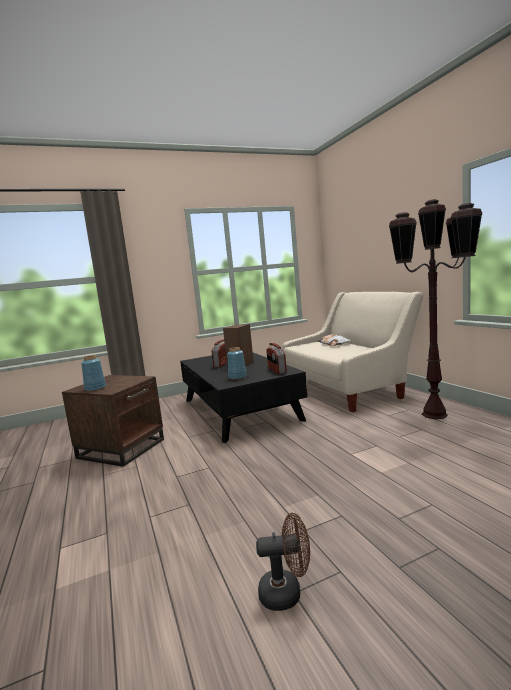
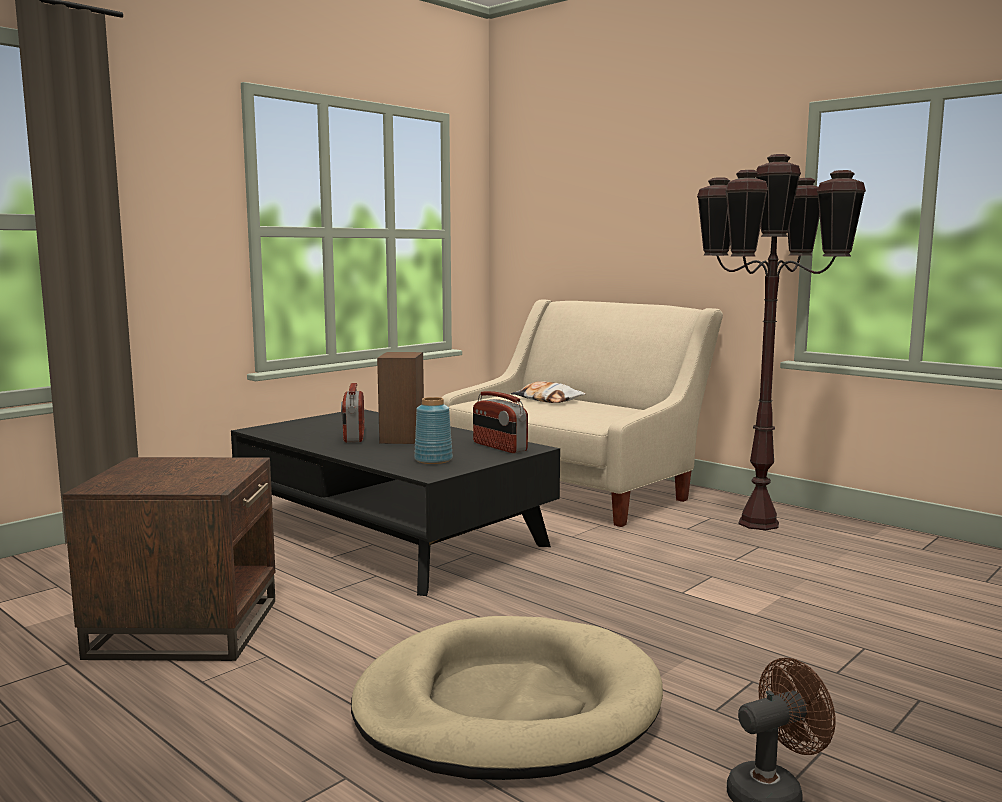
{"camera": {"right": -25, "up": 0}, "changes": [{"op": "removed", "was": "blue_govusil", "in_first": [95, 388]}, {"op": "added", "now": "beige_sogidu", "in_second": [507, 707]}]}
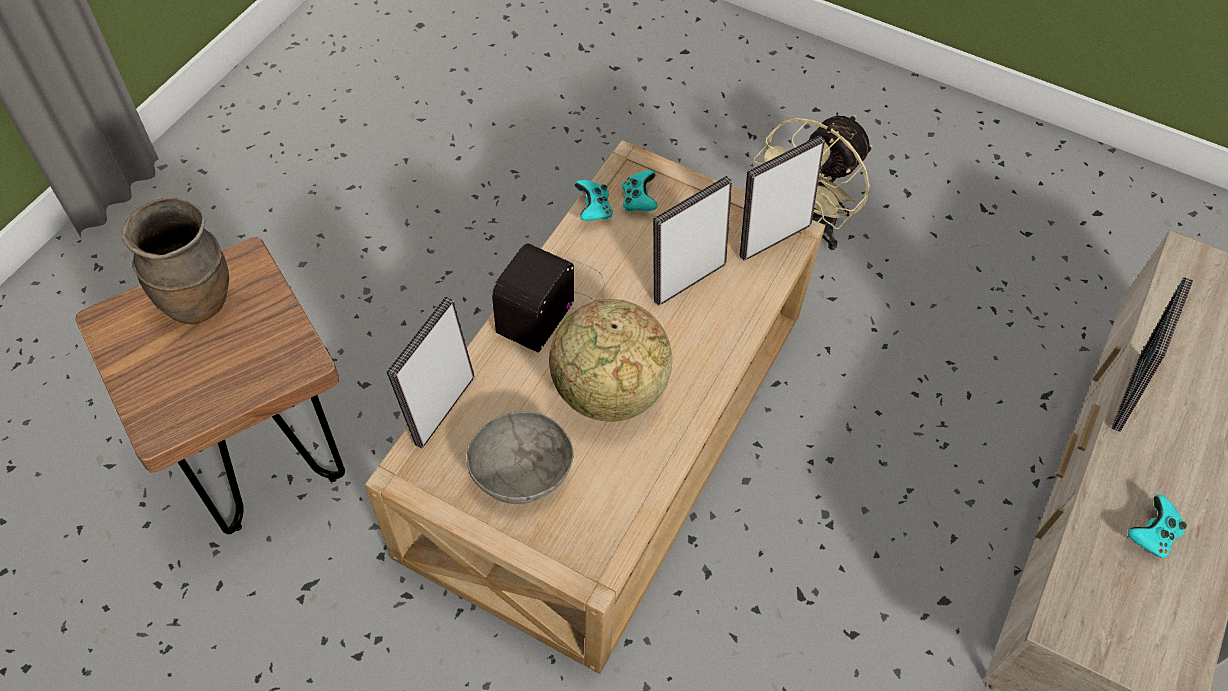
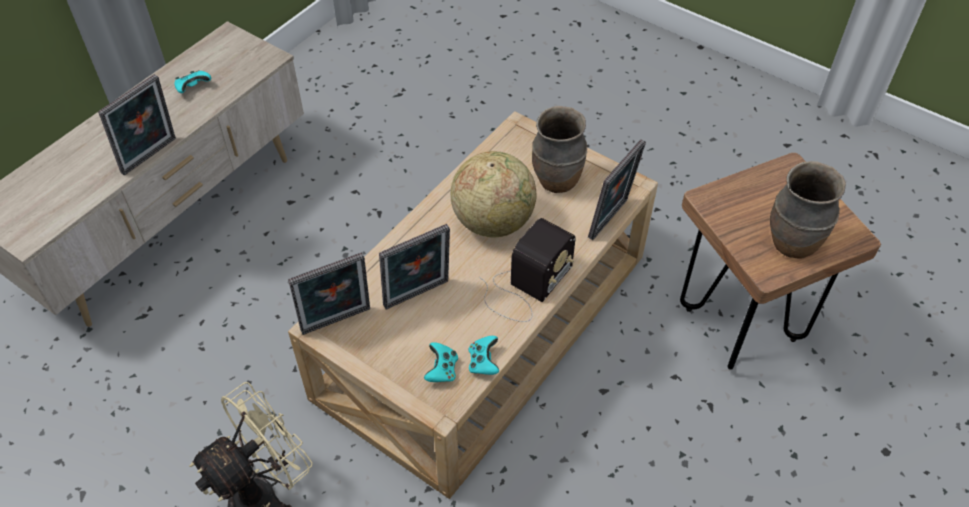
{"camera": {"right": -170, "up": -5}, "changes": [{"op": "replaced", "was": "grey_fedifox", "now": "brown_govusil", "in_first": [522, 471], "in_second": [556, 181]}]}
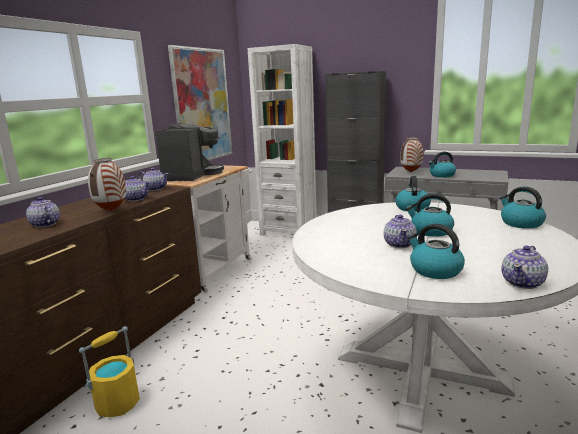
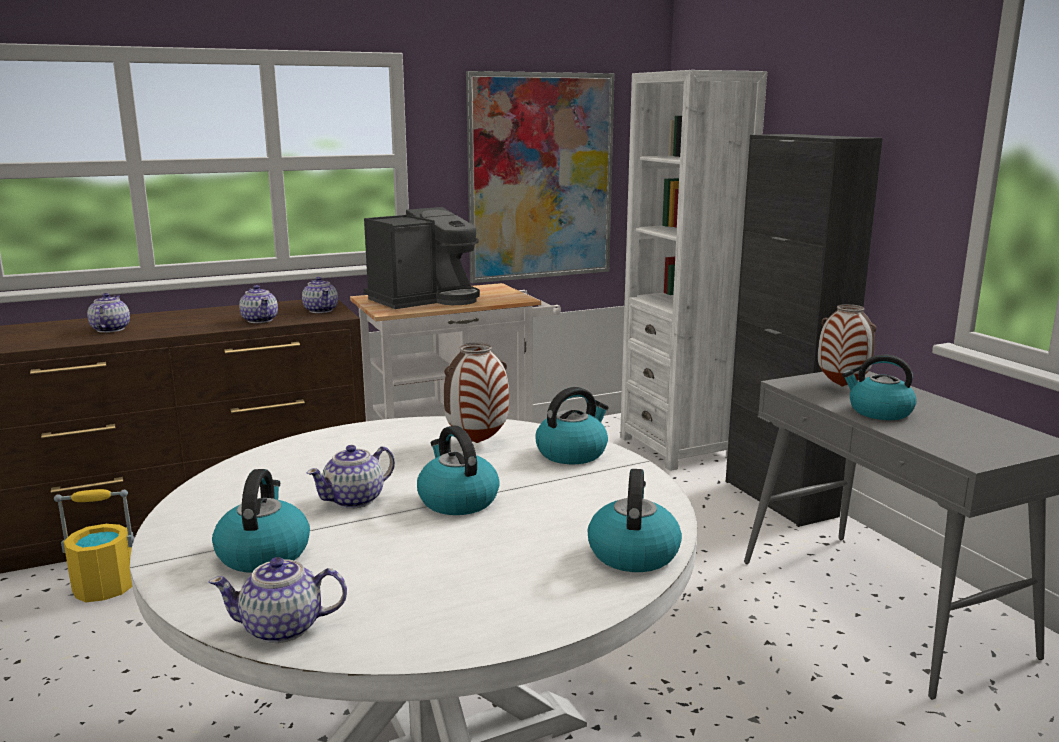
{"camera": {"right": 40, "up": 0}, "changes": [{"op": "moved", "was": "govusil", "in_first": [111, 211], "in_second": [477, 442]}]}
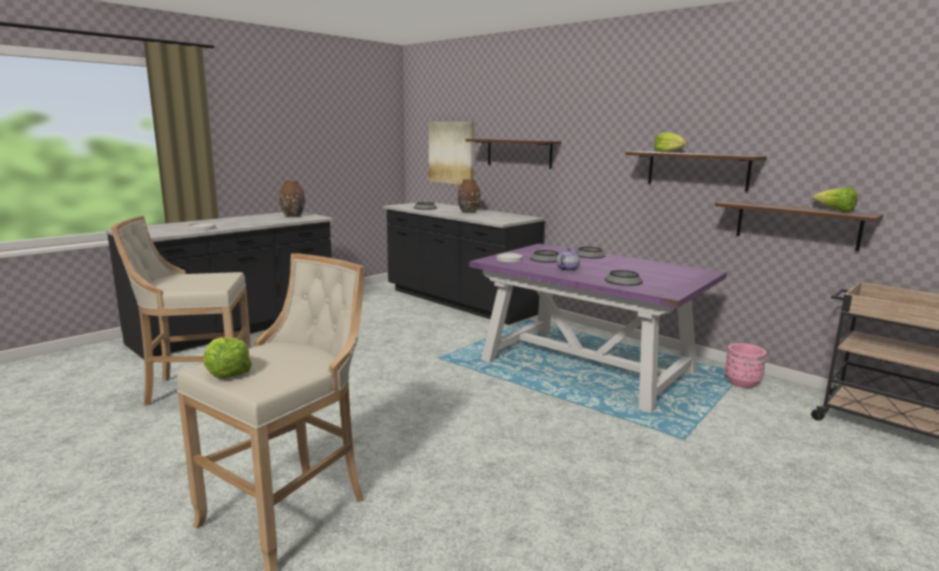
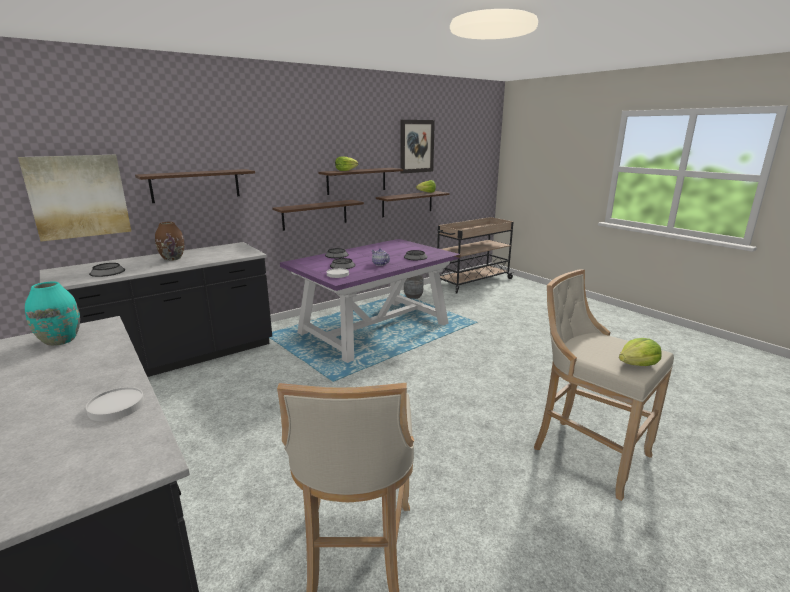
{"camera": {"right": -80, "up": 5}, "changes": [{"op": "added", "now": "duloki", "in_second": [315, 214]}, {"op": "added", "now": "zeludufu", "in_second": [416, 146]}, {"op": "recoloured", "was": "brown_govusil", "now": "turquoise_govusil", "in_first": [293, 216], "in_second": [60, 340]}, {"op": "recoloured", "was": "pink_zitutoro", "now": "grey_zitutoro", "in_first": [742, 383], "in_second": [413, 296]}]}
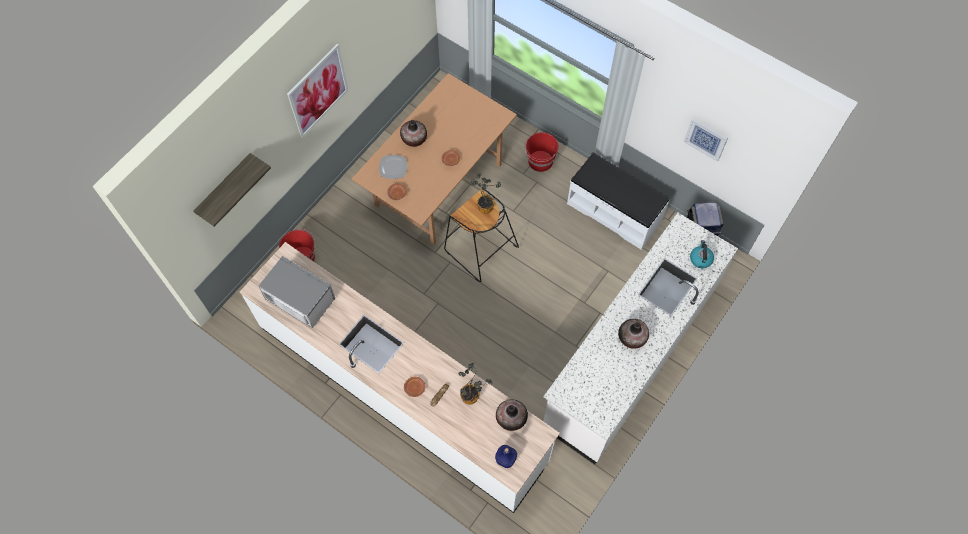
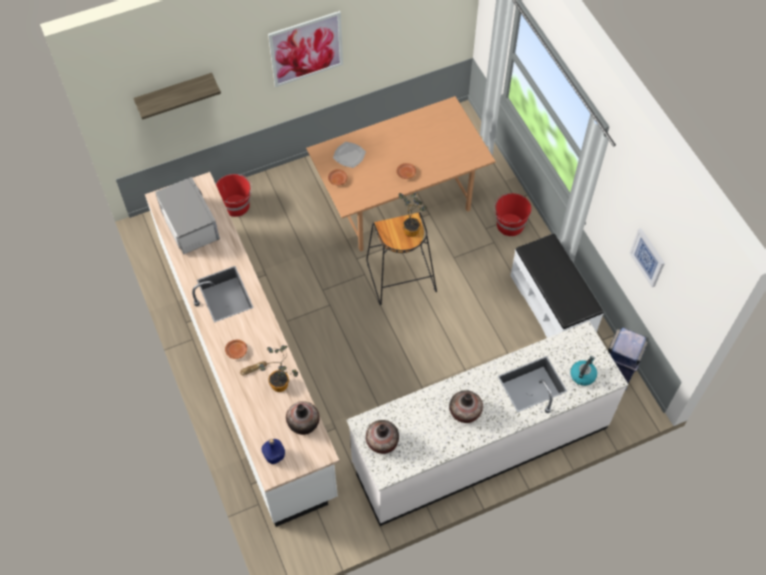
{"camera": {"right": 30, "up": -5}, "changes": [{"op": "moved", "was": "govusil", "in_first": [414, 139], "in_second": [382, 442]}]}
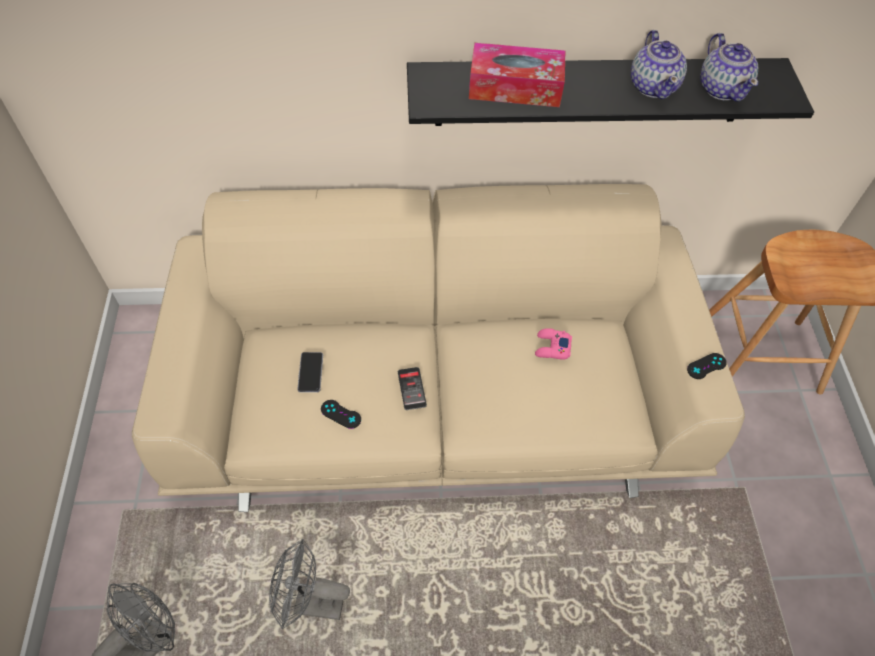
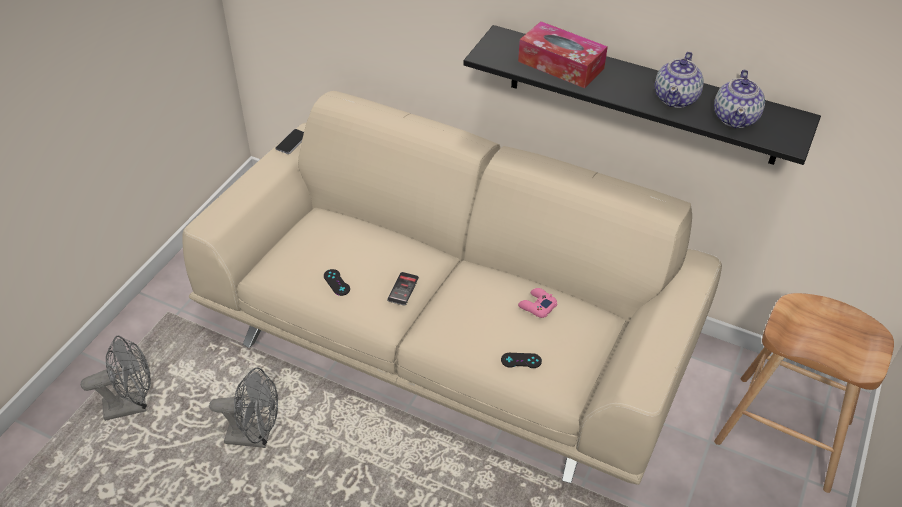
{"camera": {"right": 30, "up": -10}, "changes": [{"op": "moved", "was": "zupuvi", "in_first": [310, 372], "in_second": [292, 142]}, {"op": "moved", "was": "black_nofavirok", "in_first": [706, 366], "in_second": [521, 360]}, {"op": "turned", "was": "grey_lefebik", "in_first": [311, 603], "in_second": [256, 436], "clockwise": 150}]}
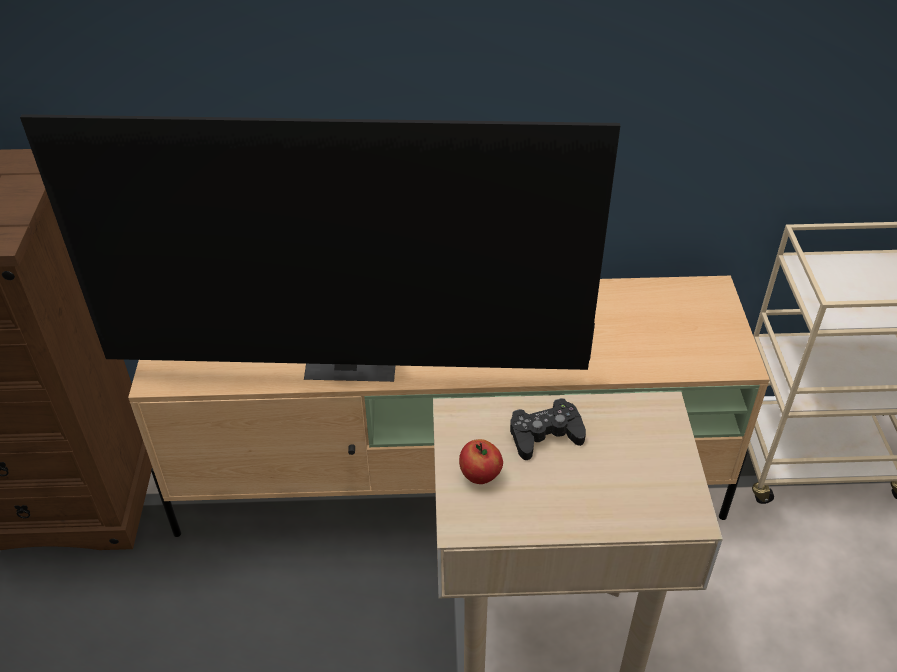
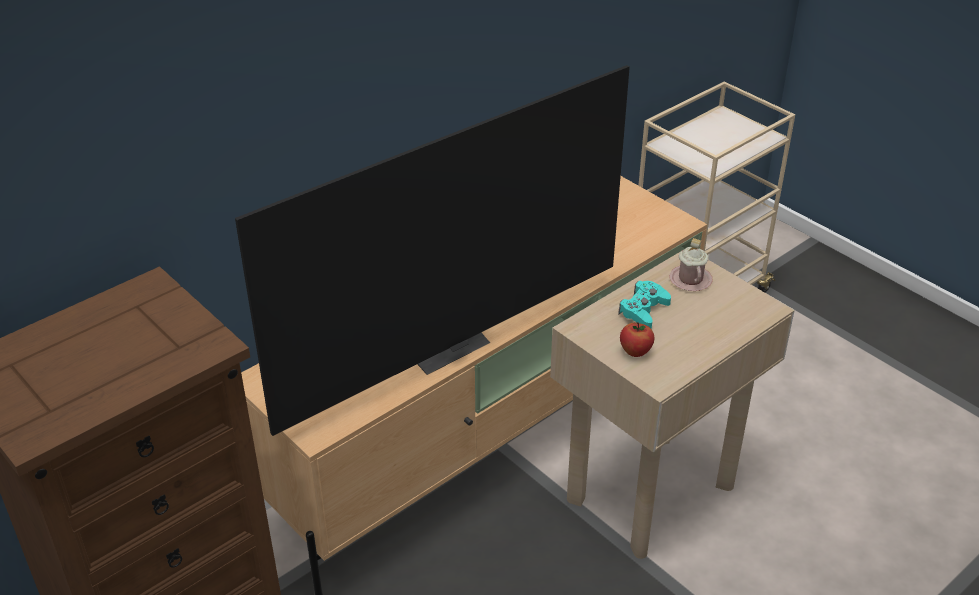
{"camera": {"right": -40, "up": -5}, "changes": [{"op": "added", "now": "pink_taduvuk", "in_second": [690, 280]}, {"op": "recoloured", "was": "black_nofavirok", "now": "turquoise_nofavirok", "in_first": [545, 435], "in_second": [643, 310]}]}
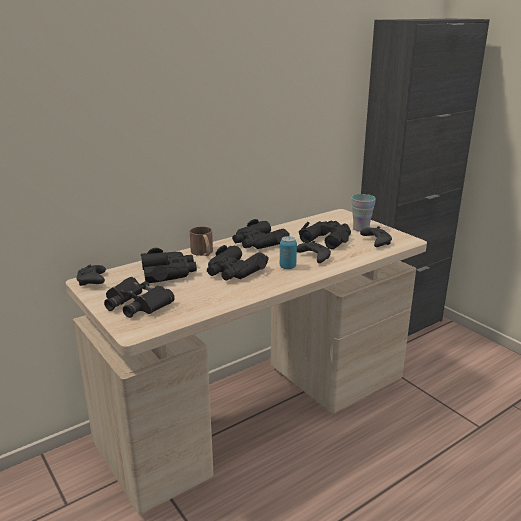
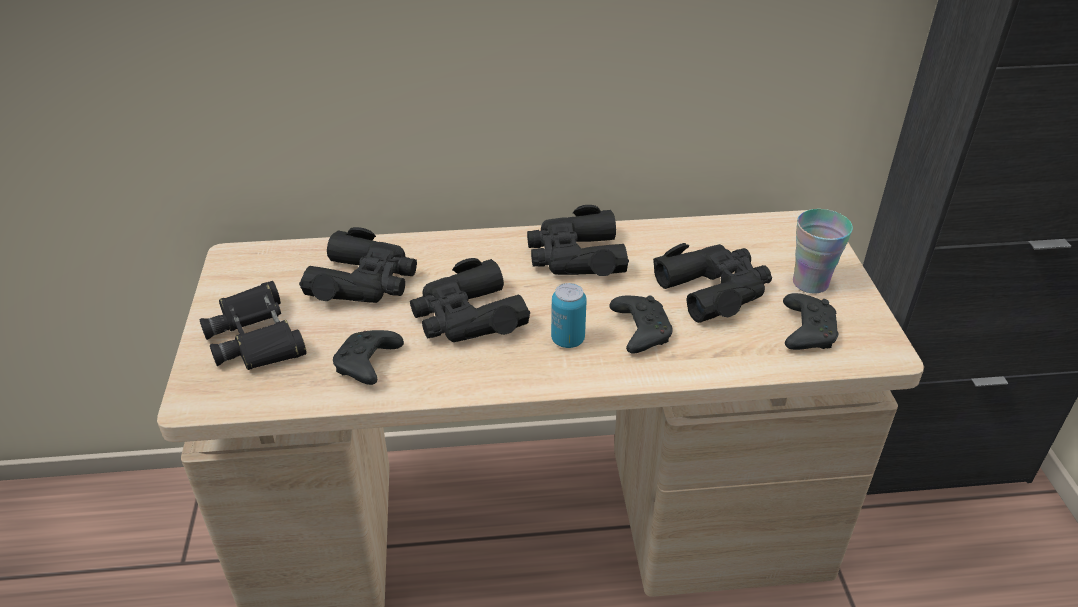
{"camera": {"right": 30, "up": 15}, "changes": [{"op": "removed", "was": "brown_taduvuk", "in_first": [203, 253]}, {"op": "moved", "was": "black_nofavirok", "in_first": [92, 281], "in_second": [368, 366]}]}
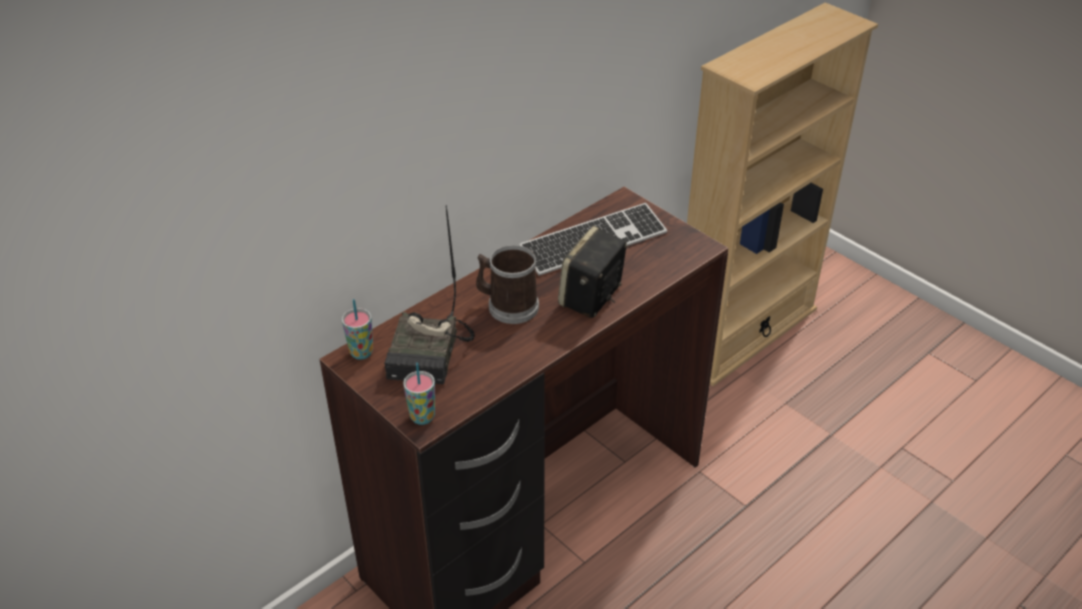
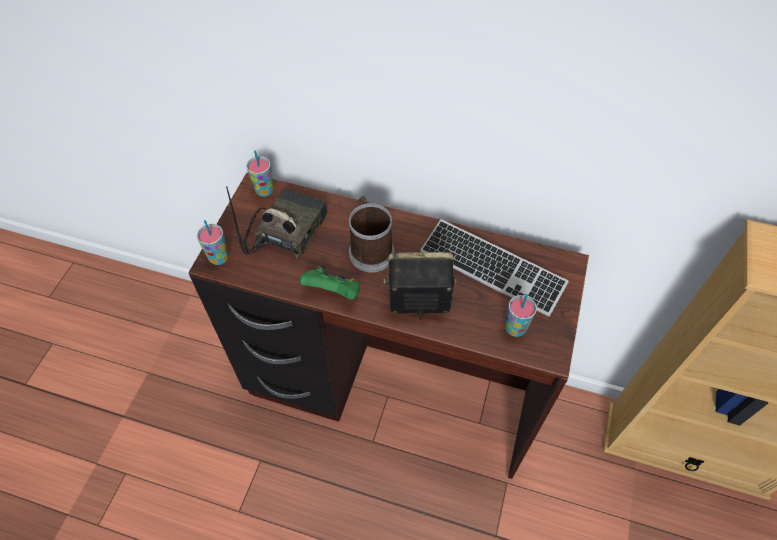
{"camera": {"right": 60, "up": 15}, "changes": [{"op": "added", "now": "green_nofavirok", "in_second": [333, 292]}, {"op": "added", "now": "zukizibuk", "in_second": [515, 328]}, {"op": "turned", "was": "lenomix", "in_first": [431, 355], "in_second": [285, 230], "clockwise": 135}]}
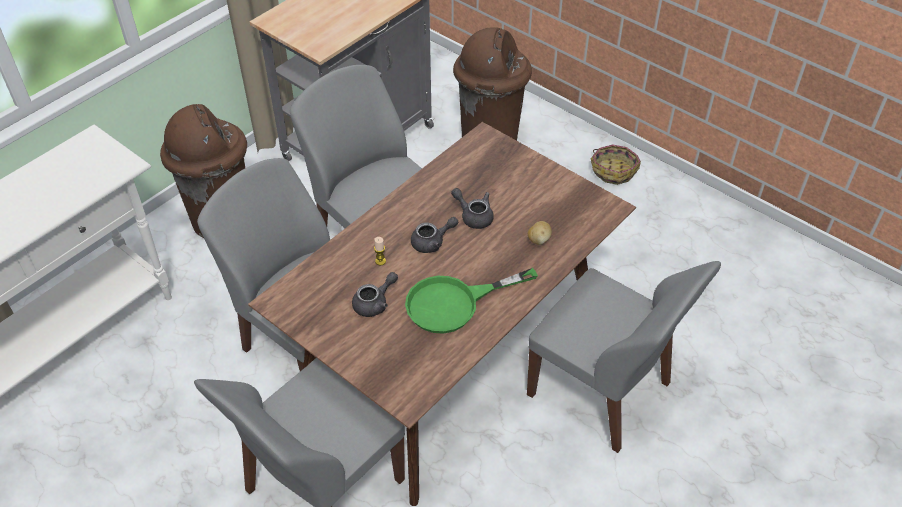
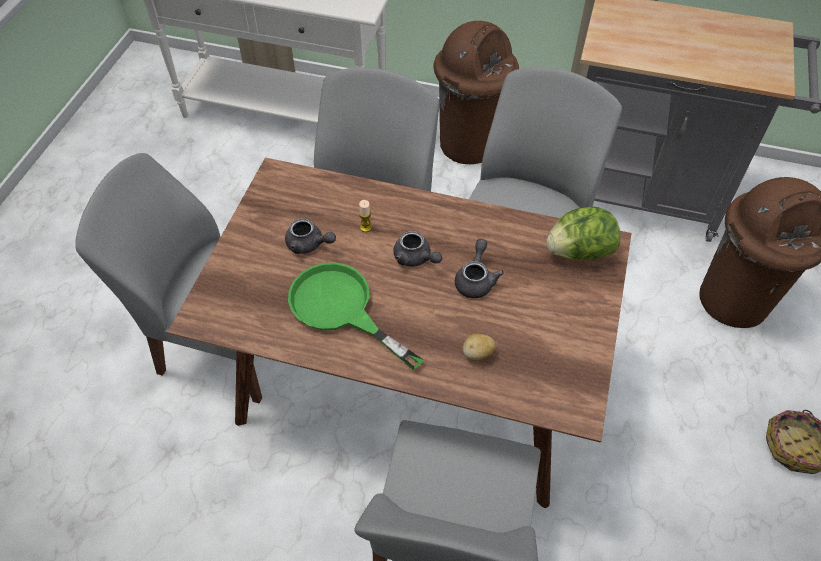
{"camera": {"right": 65, "up": 5}, "changes": [{"op": "added", "now": "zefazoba", "in_second": [579, 252]}]}
